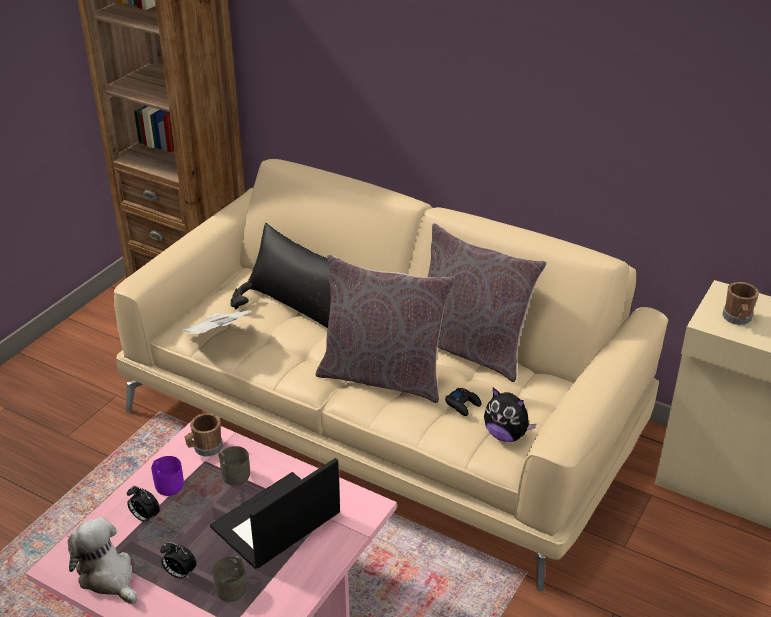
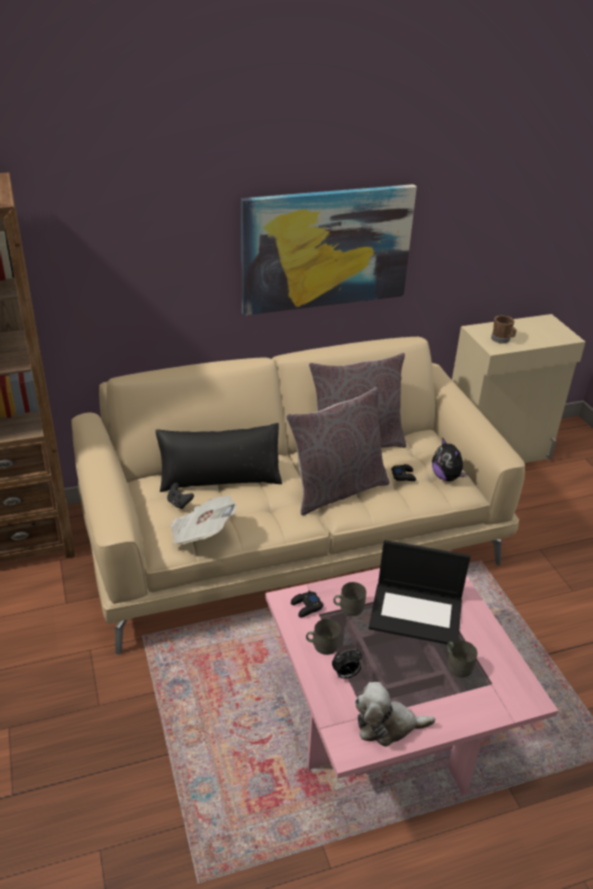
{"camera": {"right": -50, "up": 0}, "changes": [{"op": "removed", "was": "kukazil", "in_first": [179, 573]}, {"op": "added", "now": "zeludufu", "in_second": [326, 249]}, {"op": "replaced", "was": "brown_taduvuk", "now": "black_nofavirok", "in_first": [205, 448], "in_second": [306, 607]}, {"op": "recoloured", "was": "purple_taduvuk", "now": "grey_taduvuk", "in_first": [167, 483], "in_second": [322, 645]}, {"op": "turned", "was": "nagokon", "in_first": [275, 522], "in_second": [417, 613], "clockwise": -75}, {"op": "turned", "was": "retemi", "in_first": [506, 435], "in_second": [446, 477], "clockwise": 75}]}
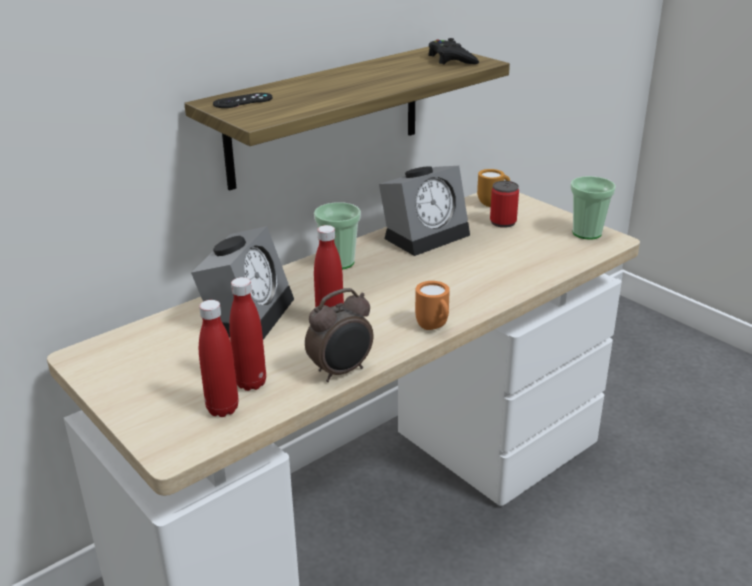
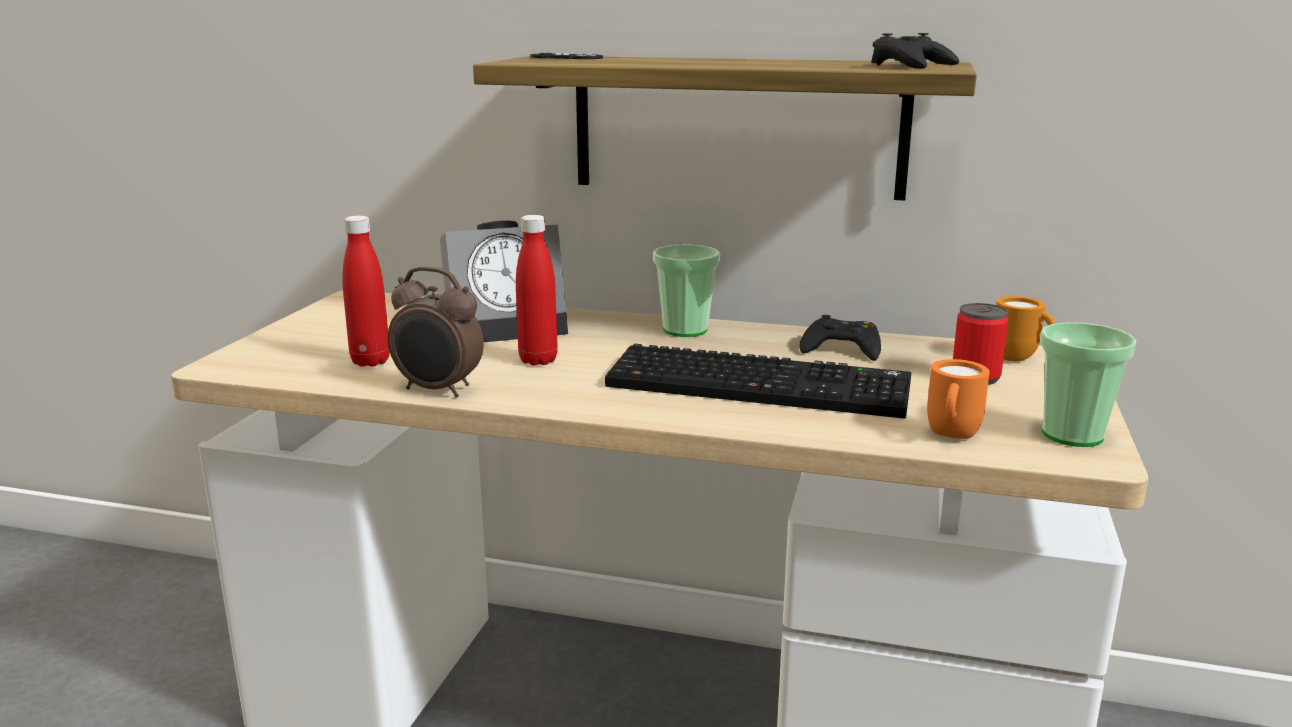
{"camera": {"right": 55, "up": -10}, "changes": [{"op": "removed", "was": "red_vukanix", "in_first": [222, 409]}, {"op": "added", "now": "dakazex", "in_second": [761, 384]}, {"op": "moved", "was": "orange_taduvuk", "in_first": [434, 328], "in_second": [951, 437]}, {"op": "replaced", "was": "kukazil", "now": "black_nofavirok", "in_first": [426, 234], "in_second": [841, 348]}]}
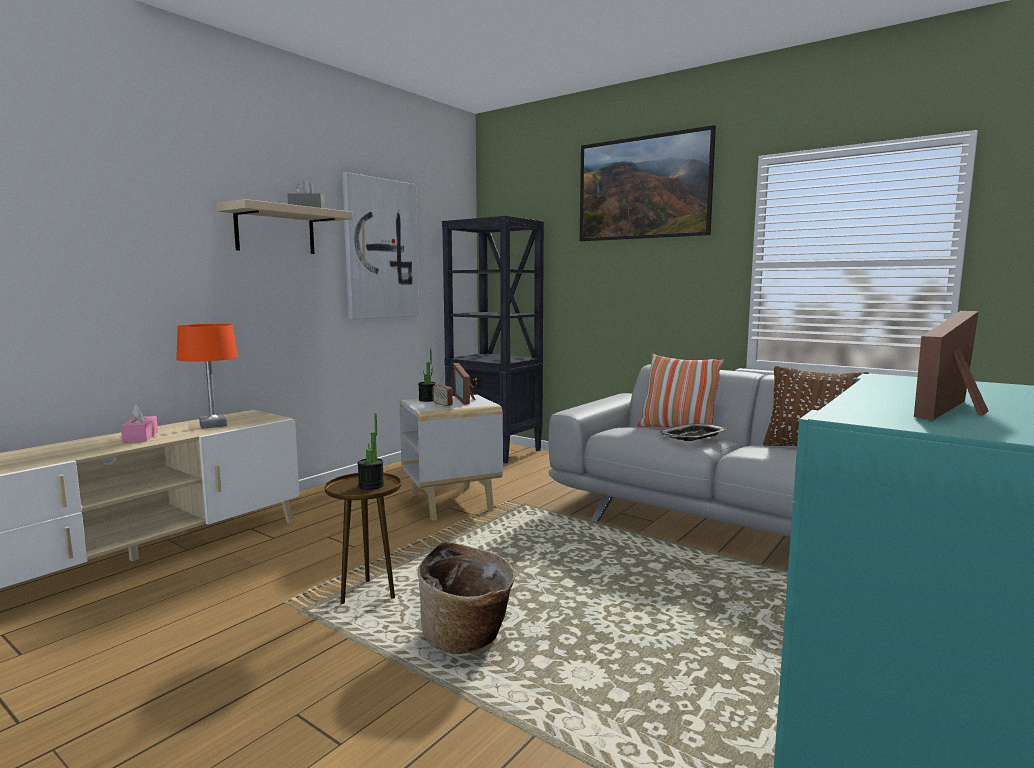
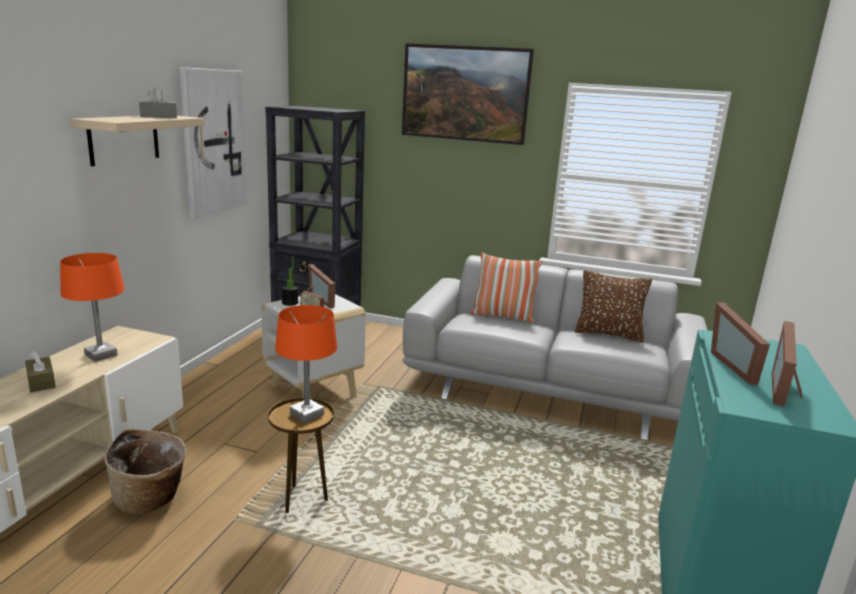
{"camera": {"right": -20, "up": 10}, "changes": [{"op": "removed", "was": "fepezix", "in_first": [693, 437]}, {"op": "added", "now": "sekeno", "in_second": [738, 366]}, {"op": "moved", "was": "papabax", "in_first": [467, 637], "in_second": [151, 498]}, {"op": "replaced", "was": "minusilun", "now": "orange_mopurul", "in_first": [371, 485], "in_second": [307, 414]}, {"op": "recoloured", "was": "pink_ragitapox", "now": "brown_ragitapox", "in_first": [140, 437], "in_second": [41, 382]}]}
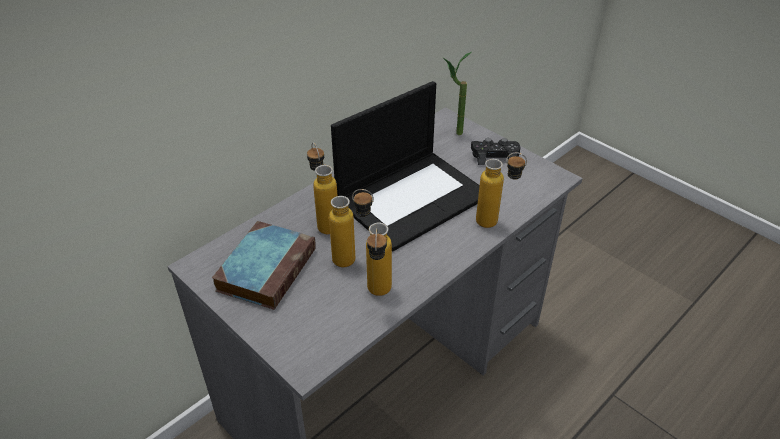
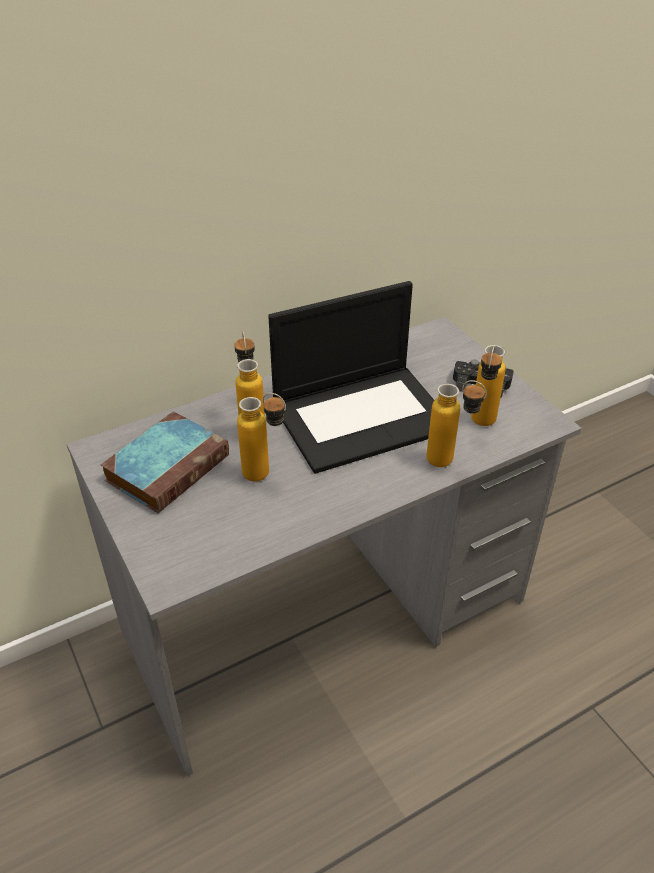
{"camera": {"right": 15, "up": 0}, "changes": [{"op": "removed", "was": "minusilun", "in_first": [452, 133]}, {"op": "moved", "was": "vukanix", "in_first": [378, 295], "in_second": [481, 425]}]}
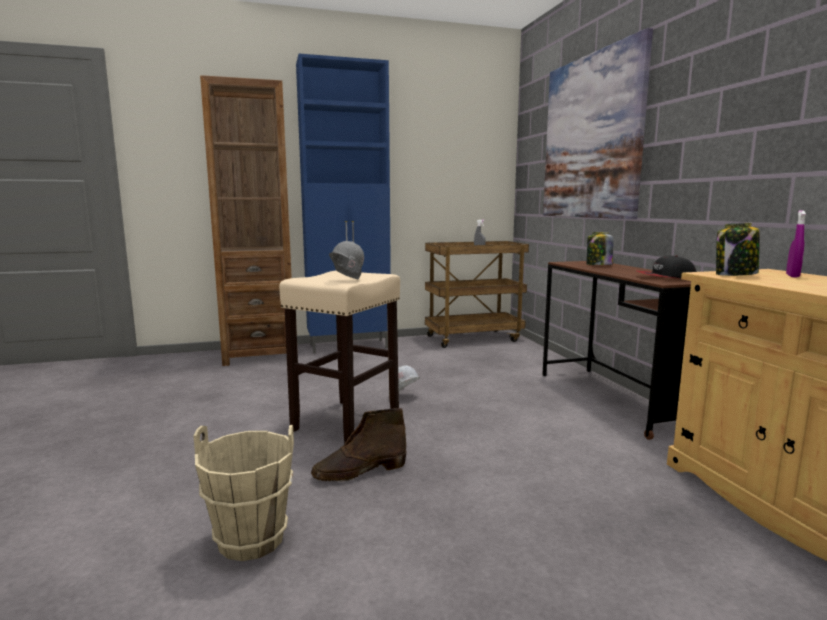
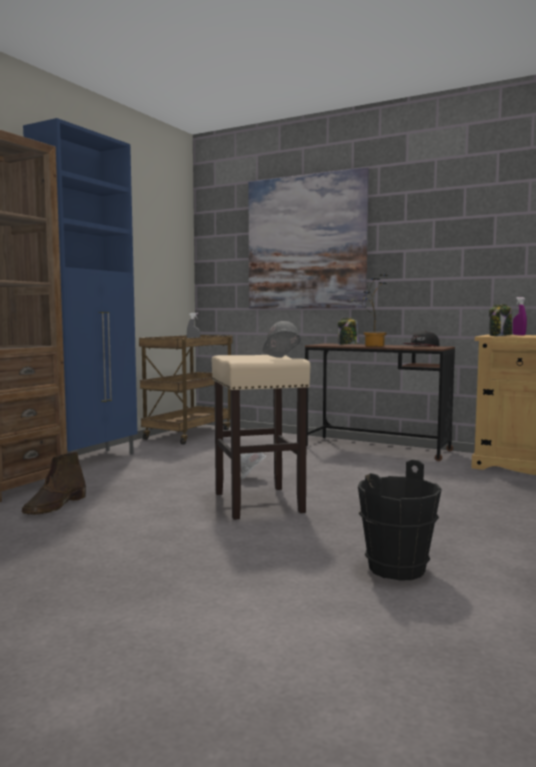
{"camera": {"right": -45, "up": -5}, "changes": [{"op": "added", "now": "minusilun", "in_second": [371, 346]}, {"op": "moved", "was": "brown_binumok", "in_first": [359, 471], "in_second": [55, 506]}, {"op": "recoloured", "was": "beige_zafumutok", "now": "black_zafumutok", "in_first": [251, 540], "in_second": [397, 569]}]}
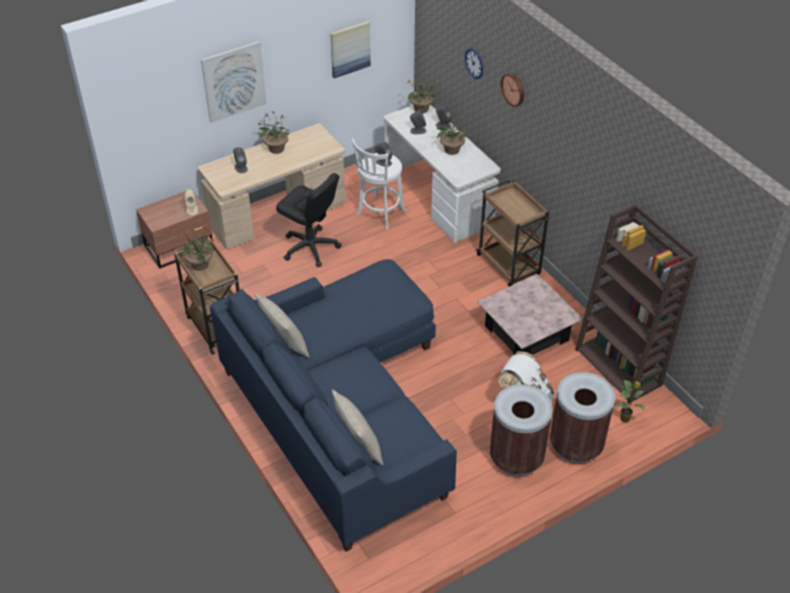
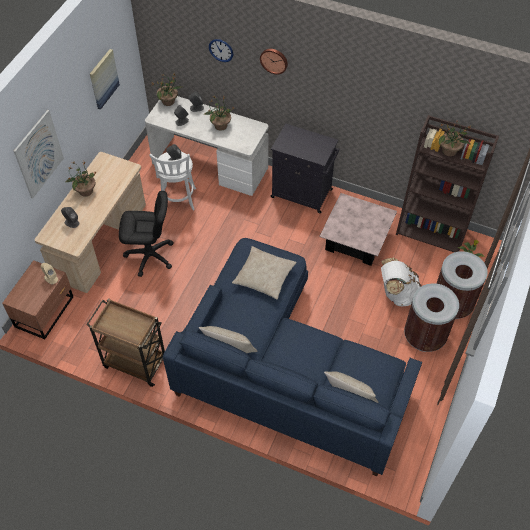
{"camera": {"right": -35, "up": 10}, "changes": [{"op": "added", "now": "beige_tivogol", "in_second": [264, 276]}, {"op": "moved", "was": "minusilun", "in_first": [200, 265], "in_second": [449, 151]}, {"op": "replaced", "was": "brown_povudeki", "now": "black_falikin", "in_first": [509, 265], "in_second": [303, 194]}]}
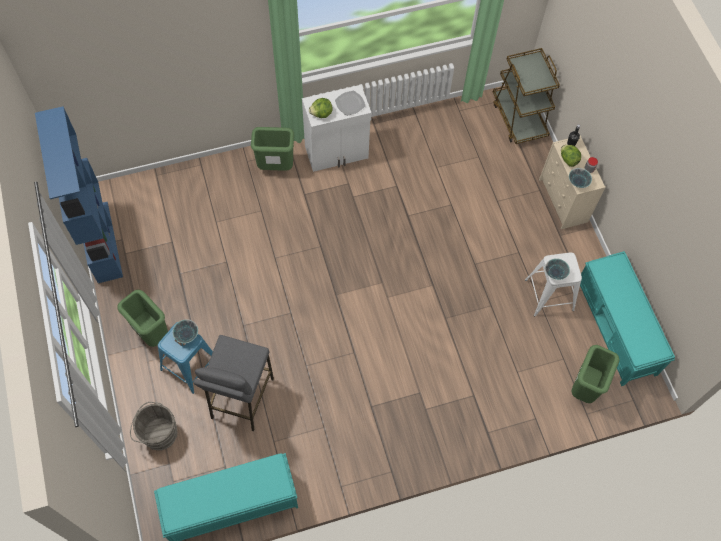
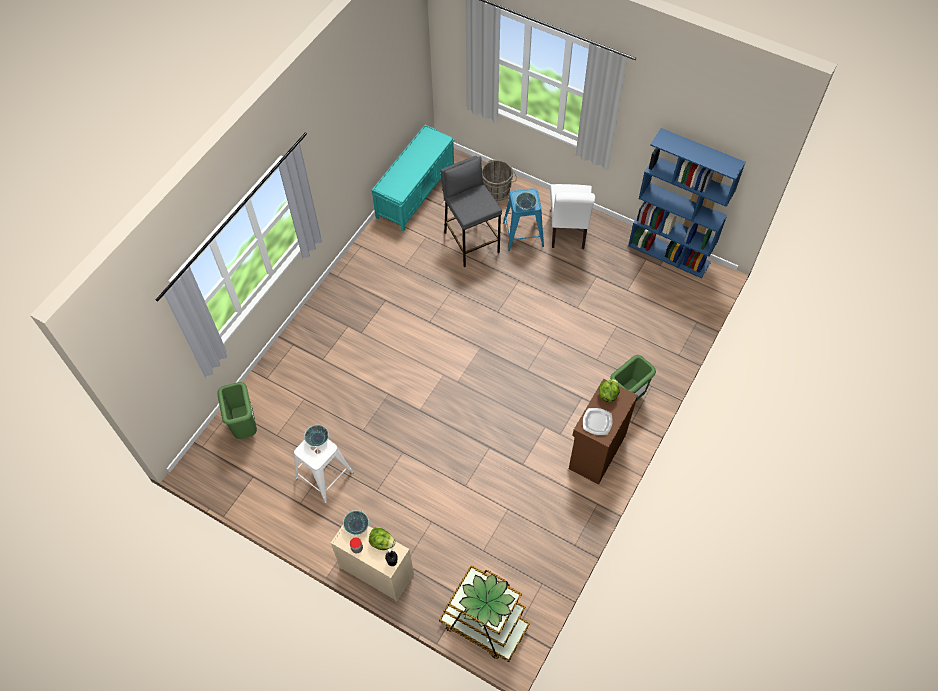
{"camera": {"right": 140, "up": -5}, "changes": [{"op": "removed", "was": "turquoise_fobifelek", "in_first": [616, 329]}, {"op": "added", "now": "minusilun", "in_second": [486, 602]}, {"op": "replaced", "was": "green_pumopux", "now": "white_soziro", "in_first": [152, 333], "in_second": [568, 232]}, {"op": "recoloured", "was": "white_falikin", "now": "brown_falikin", "in_first": [337, 153], "in_second": [596, 451]}]}
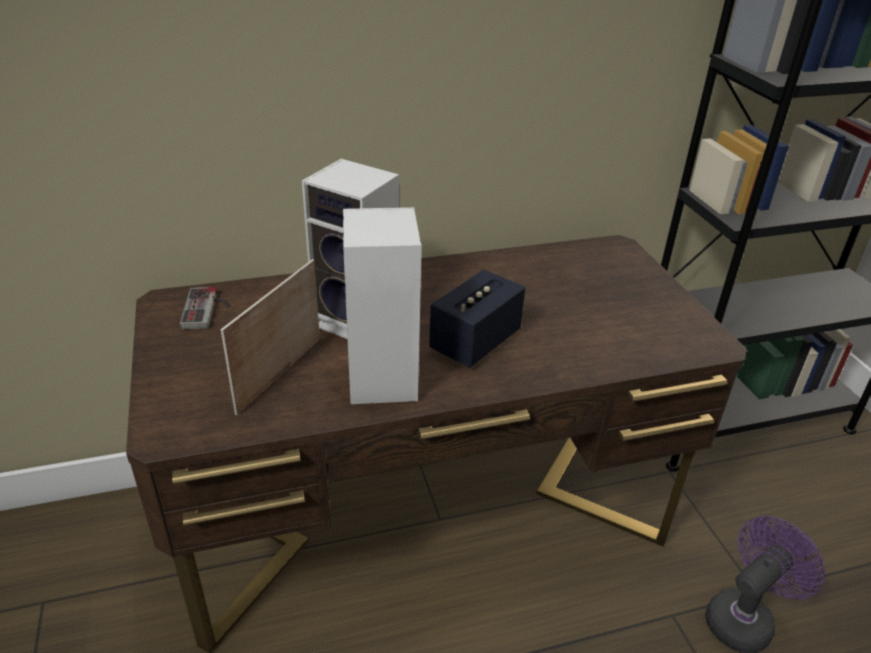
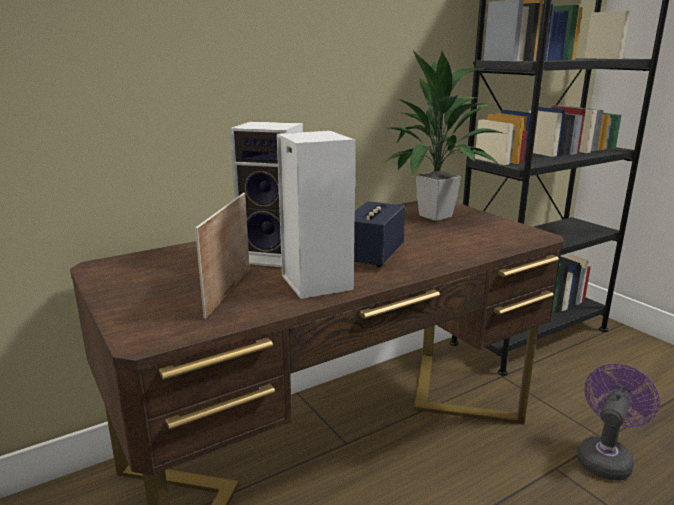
{"camera": {"right": -15, "up": -15}, "changes": [{"op": "removed", "was": "nofavirok", "in_first": [207, 309]}, {"op": "added", "now": "minusilun", "in_second": [437, 216]}]}
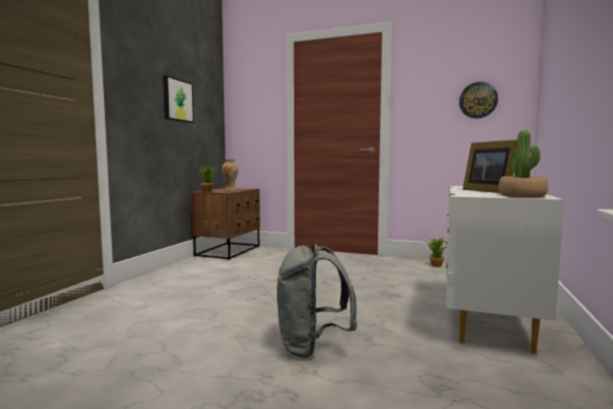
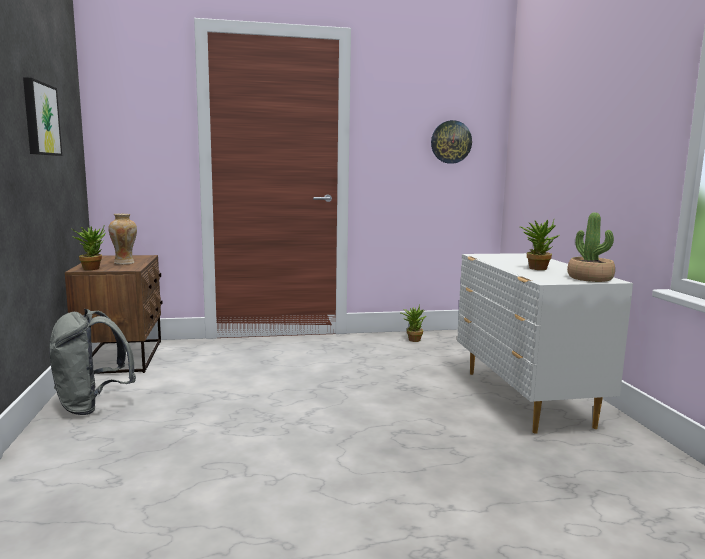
{"camera": {"right": -30, "up": 5}, "changes": [{"op": "moved", "was": "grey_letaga", "in_first": [311, 346], "in_second": [92, 405]}, {"op": "replaced", "was": "sekeno", "now": "minusilun", "in_first": [489, 191], "in_second": [536, 268]}]}
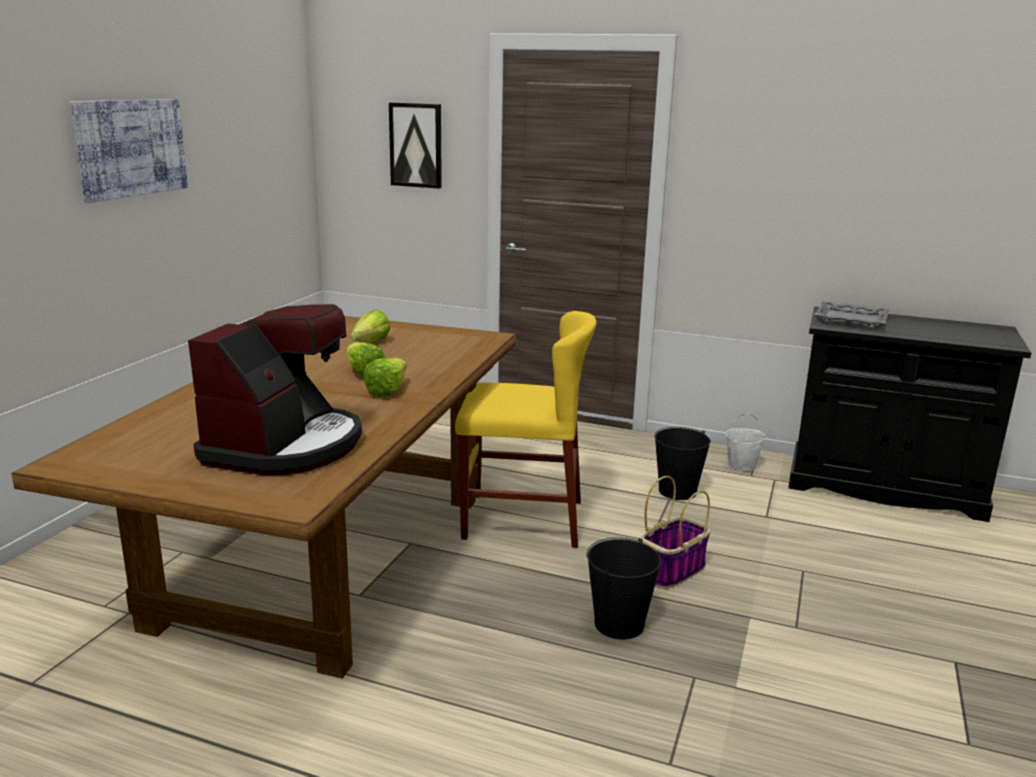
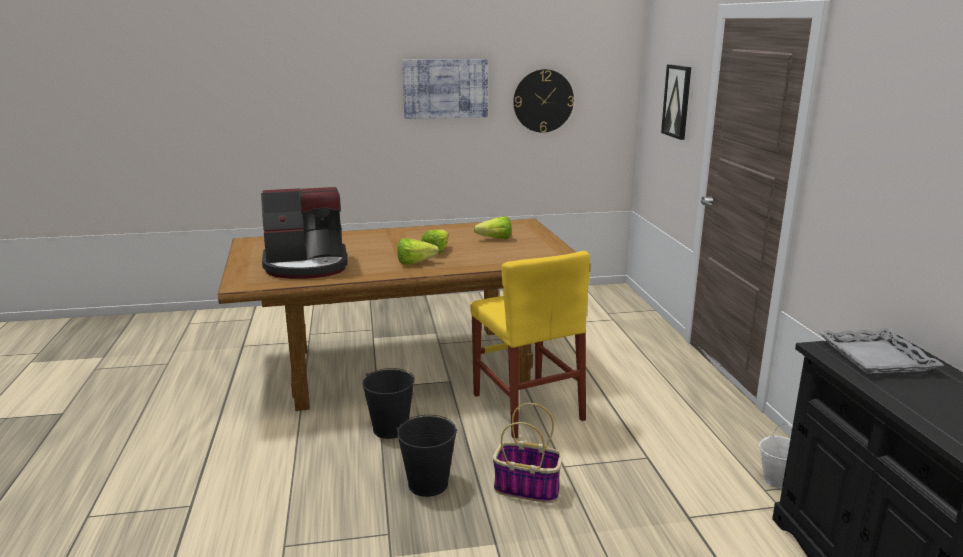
{"camera": {"right": 60, "up": 0}, "changes": [{"op": "added", "now": "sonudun", "in_second": [543, 101]}, {"op": "moved", "was": "black_zafumutok", "in_first": [677, 491], "in_second": [390, 429]}]}
